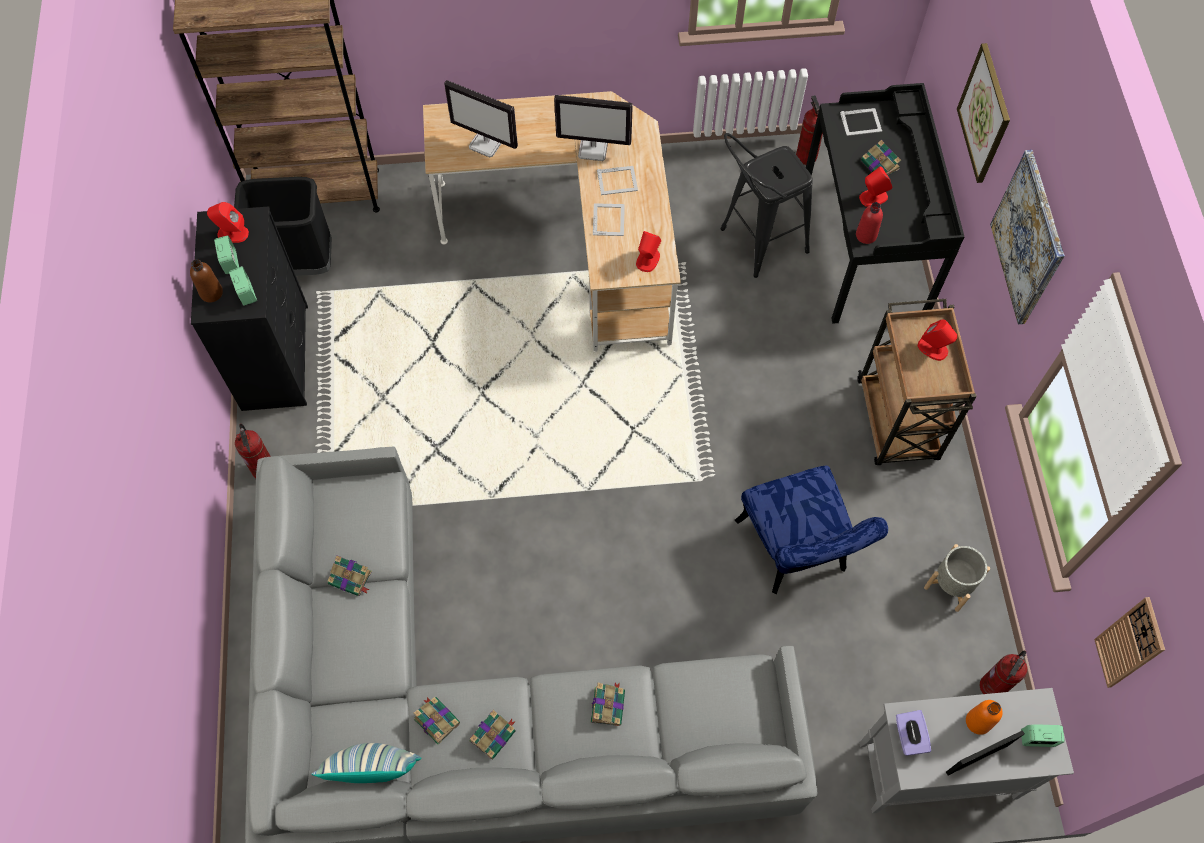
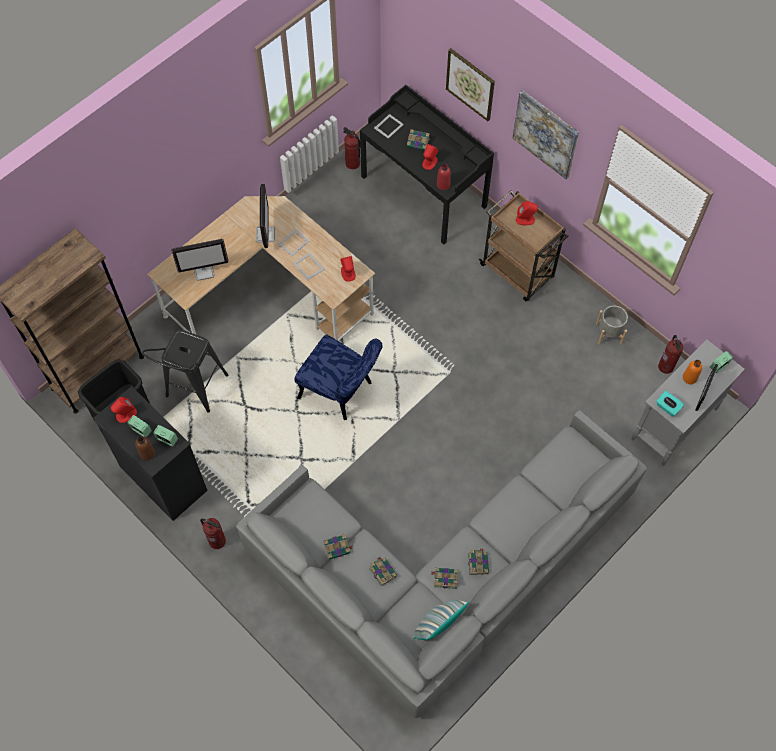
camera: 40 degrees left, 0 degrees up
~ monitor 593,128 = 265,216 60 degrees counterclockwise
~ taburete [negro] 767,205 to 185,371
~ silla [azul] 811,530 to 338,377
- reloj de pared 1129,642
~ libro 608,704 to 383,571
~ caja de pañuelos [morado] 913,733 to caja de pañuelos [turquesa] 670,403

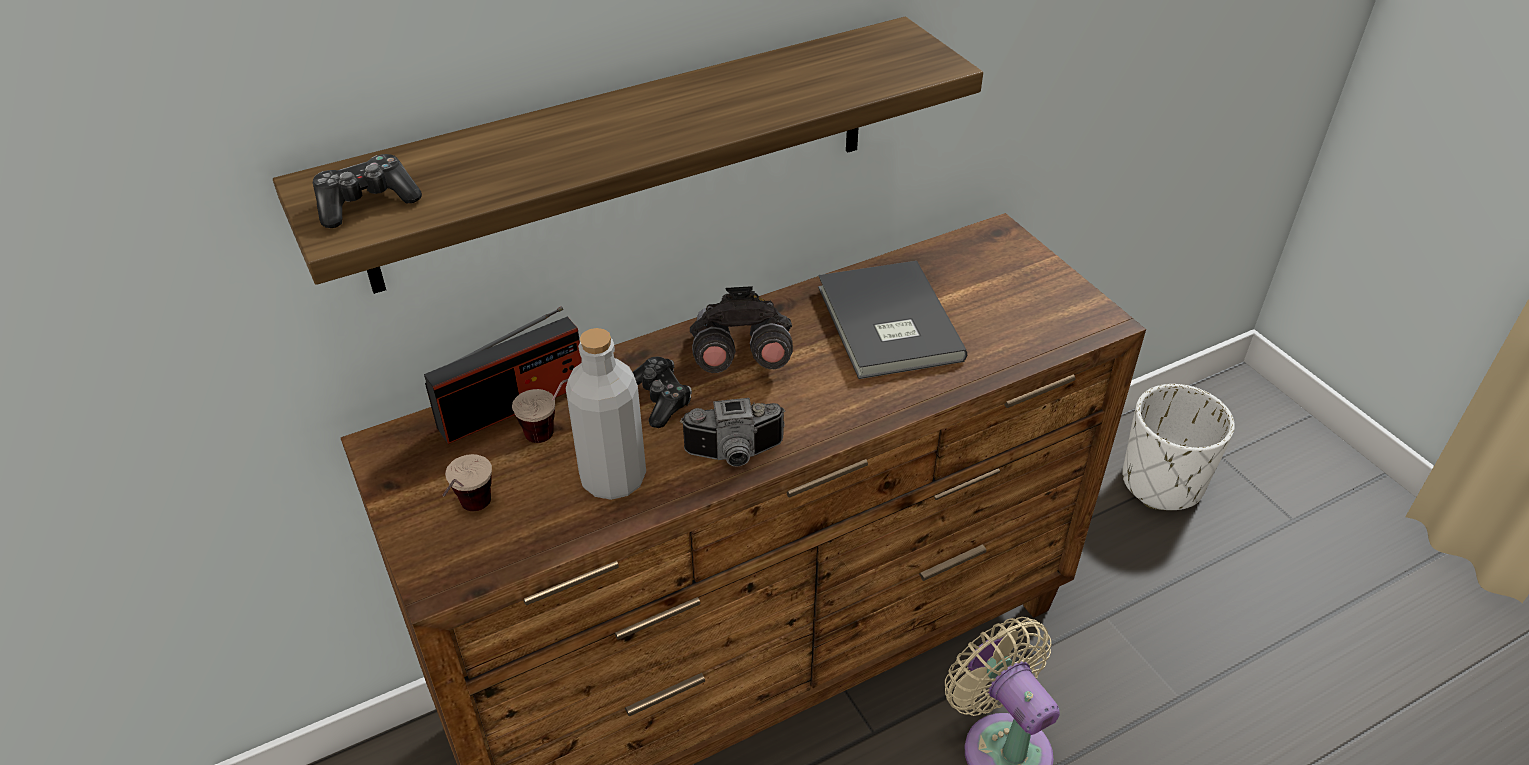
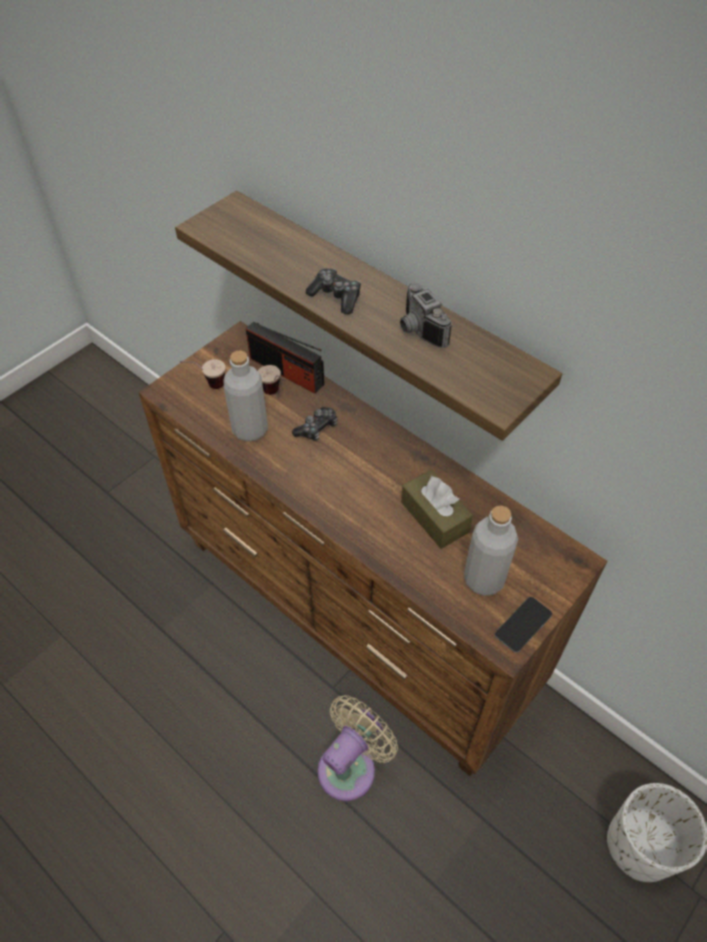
camera: 70 degrees right, 10 degrees up
~ mando de consola 367,191 to 333,291
~ libro [gris] 892,320 to caja de pañuelos [marrón] 437,509
- prismáticos [gris] 741,329
~ cámara 732,432 to 426,315
+ botella [gris] 491,550
+ móvil 523,624

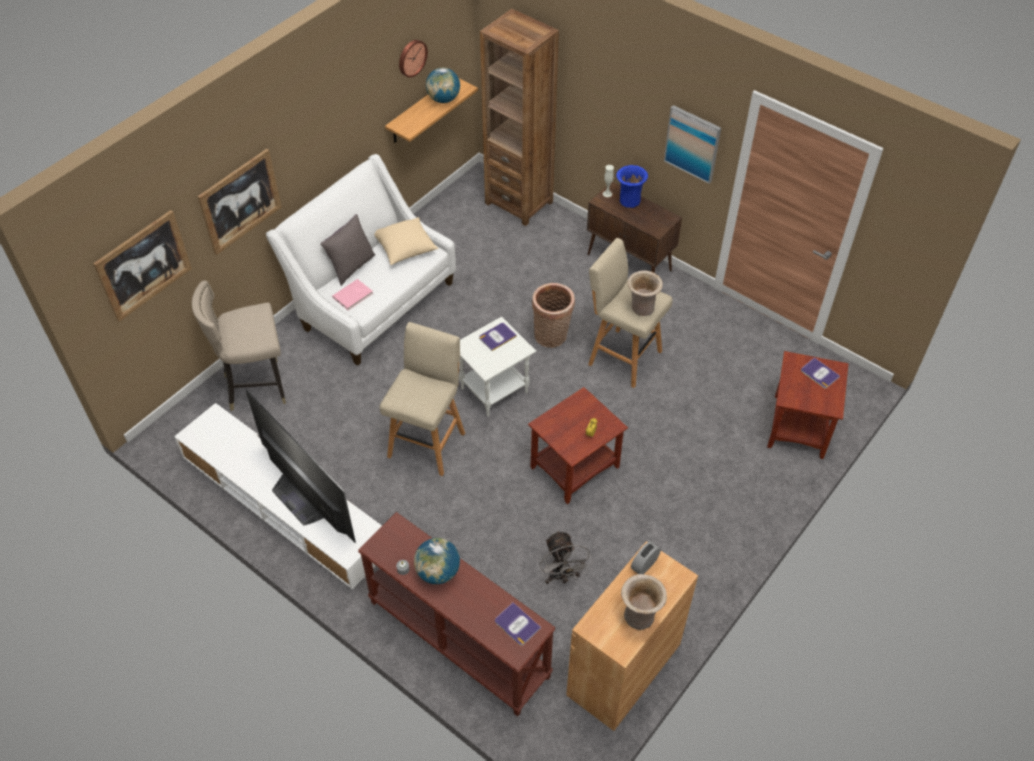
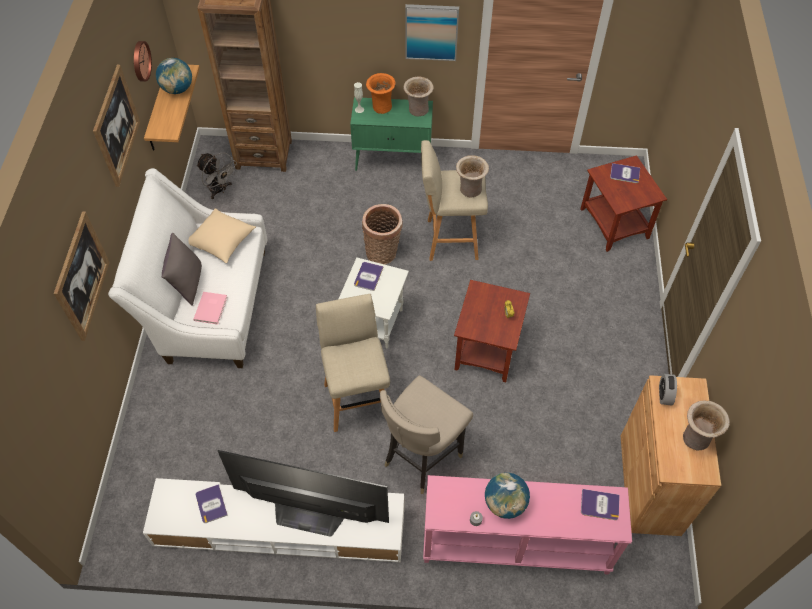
camera: 35 degrees left, 5 degrees up
~ florero [azul] 632,186 to florero [naranja] 381,93
~ armario [marrón] 634,227 to armario [verde] 391,134
~ cuadro 142,266 to 116,126
~ taburete [beis] 239,345 to 426,434
~ mesa consola [marrón] 456,614 to mesa consola [rosa] 527,525
~ ventilador [gris] 566,557 to 216,175
+ florero [beis] 418,96
+ libro 212,503

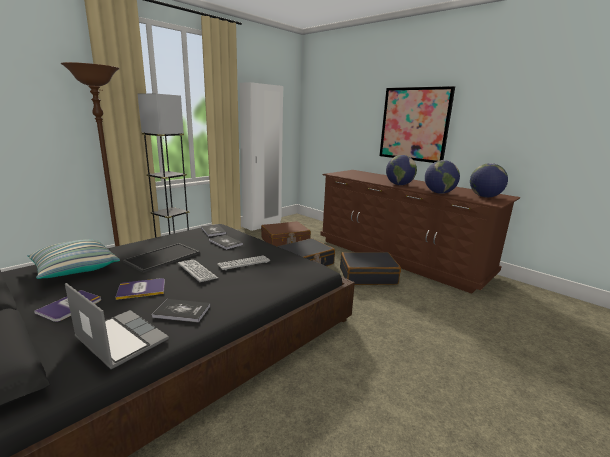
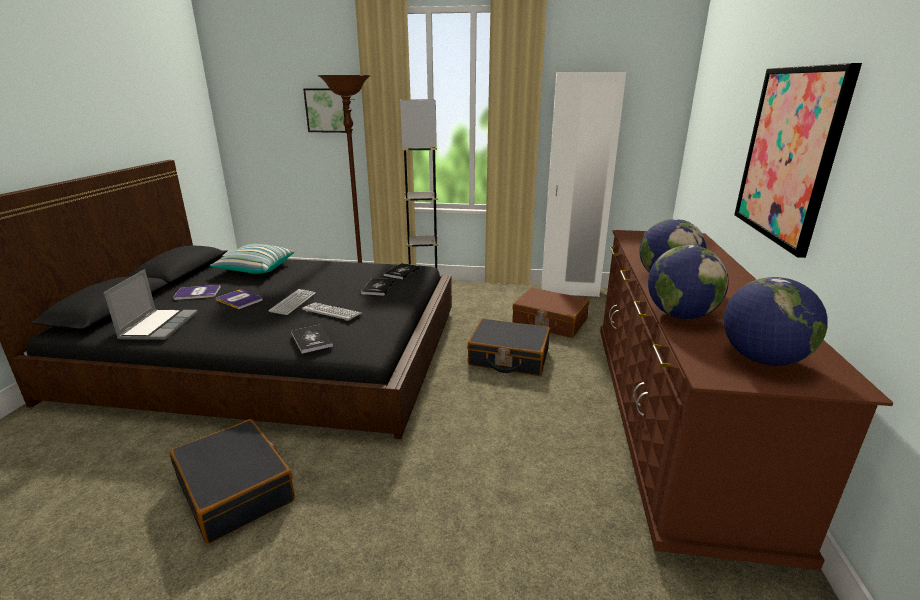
camera: 55 degrees right, 5 degrees up
- bandeja 161,258
~ maleta [negro] 370,268 to 232,481
~ libro 181,311 to 312,339
+ cuadro 324,110

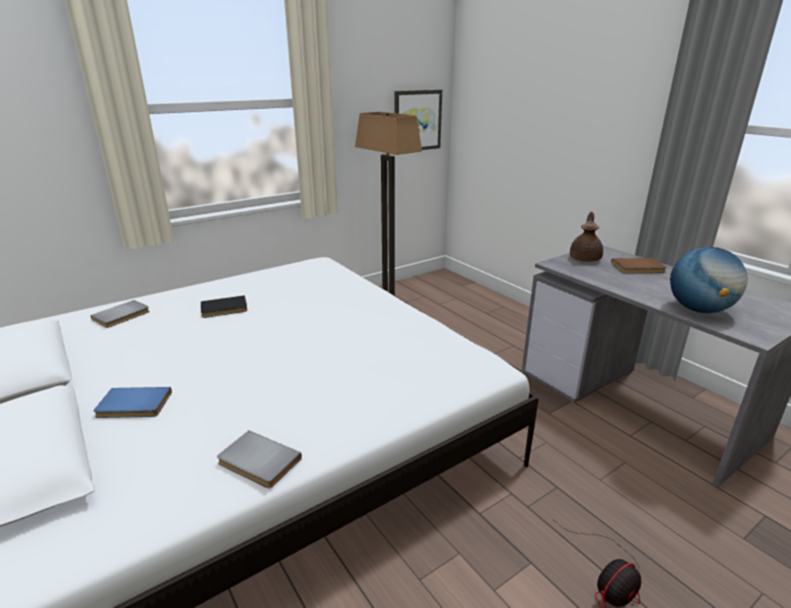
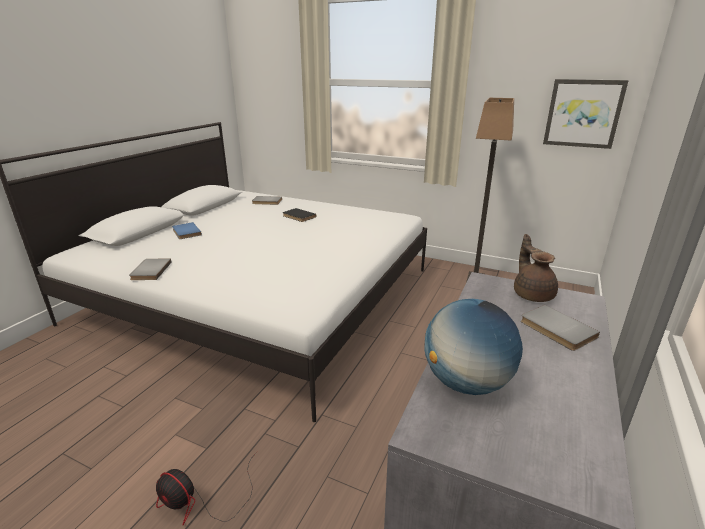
camera: 60 degrees right, 0 degrees up
~ tetera [marrón] 586,237 = 536,268 90 degrees counterclockwise
~ libro [marrón] 638,265 to libro [gris] 560,328

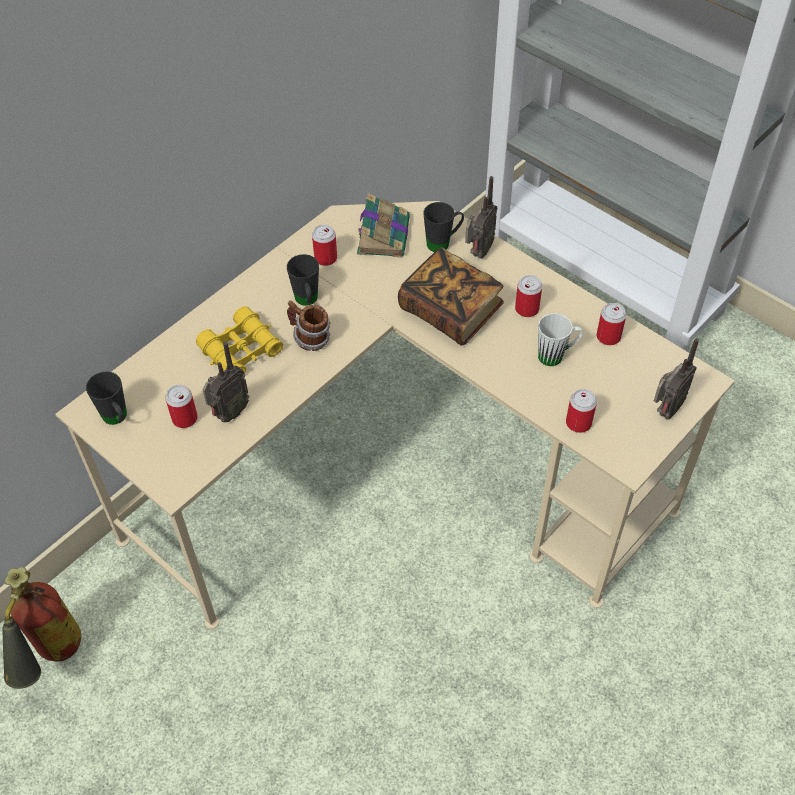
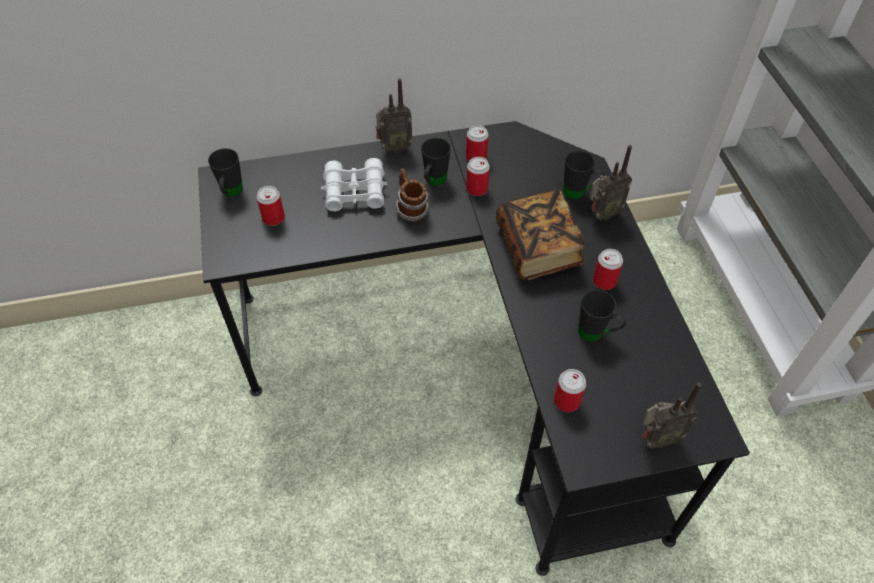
camera: 35 degrees right, 0 degrees up
- libro 383,225
~ escritorio [beis] 395,415 to escritorio [negro] 474,348
~ lata 611,324 to 478,176
~ prismáticos [amarillo] 239,340 to prismáticos [blanco] 354,184
~ taza grande [blanco] 560,339 to taza grande [negro] 602,315
~ radio 226,382 to 394,115
- extintor 41,628

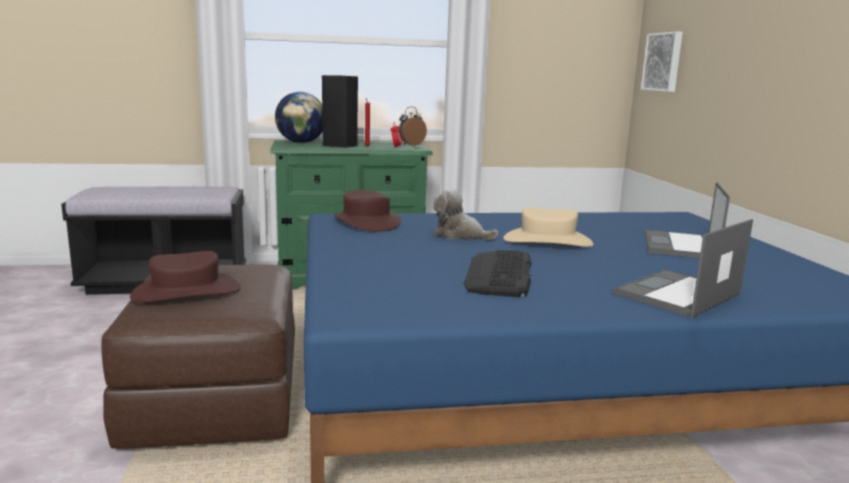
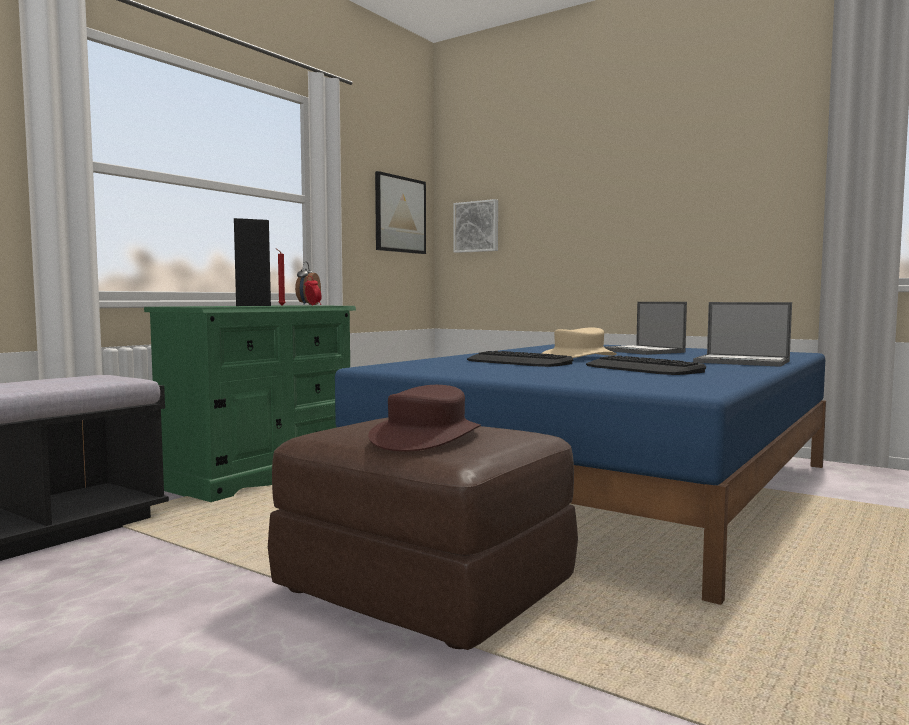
camera: 45 degrees left, 10 degrees down
- globo terráqueo 299,117
~ peluche 465,214 to teclado 520,359
- sombrero [marrón] 367,211
~ portátil 683,268 = 742,334 60 degrees counterclockwise
+ cuadro 400,212

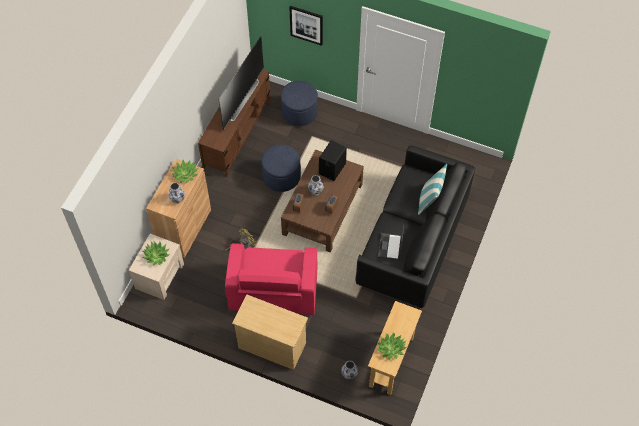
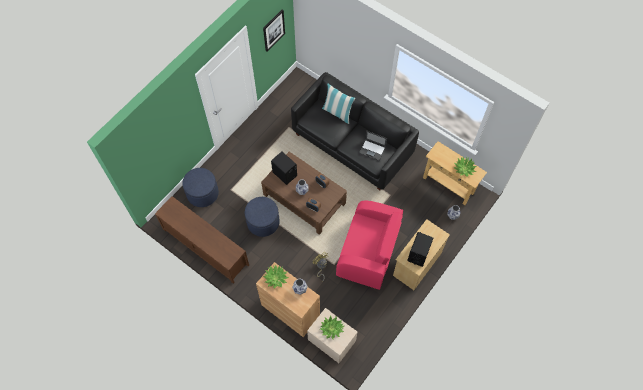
camera: 75 degrees left, 5 degrees up
~ cuadro 306,26 to 274,30
- televisor 241,83
+ altavoz [negro] 420,249

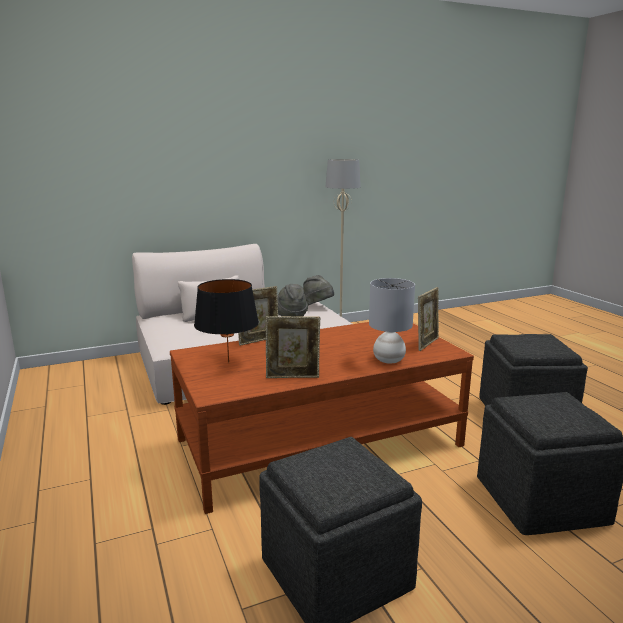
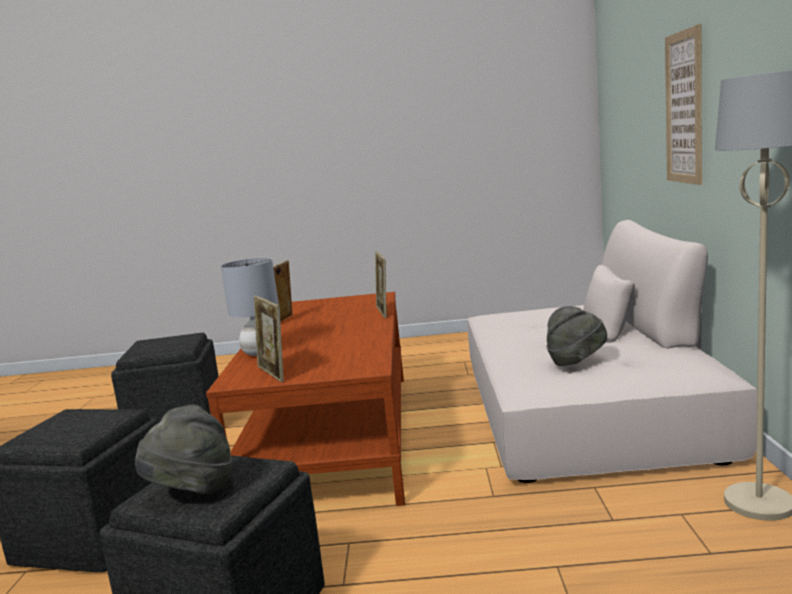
camera: 115 degrees right, 5 degrees down
~ sombrero [gris] 318,290 to 184,449
- lámpara de mesa [negro] 226,321
+ cuadro 683,104

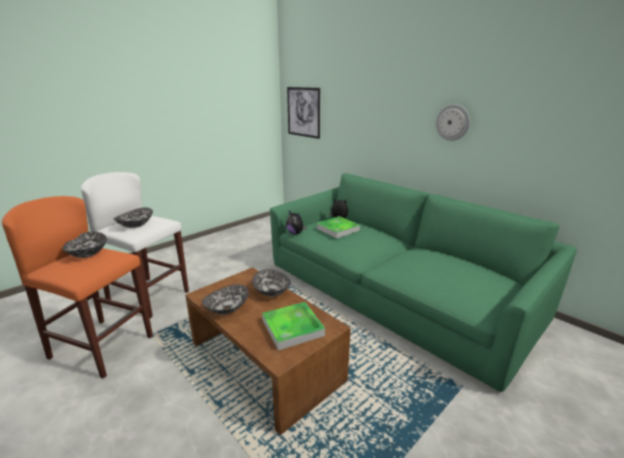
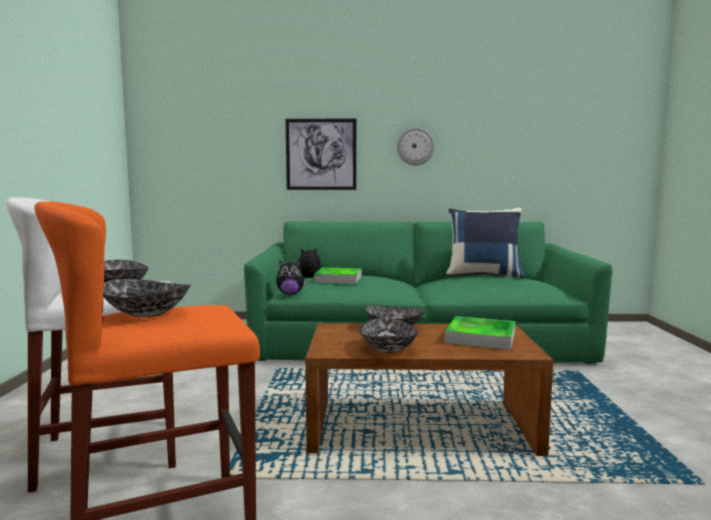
camera: 45 degrees left, 15 degrees down
~ cuadro 303,113 to 321,154
+ cojín [azul] 485,243

